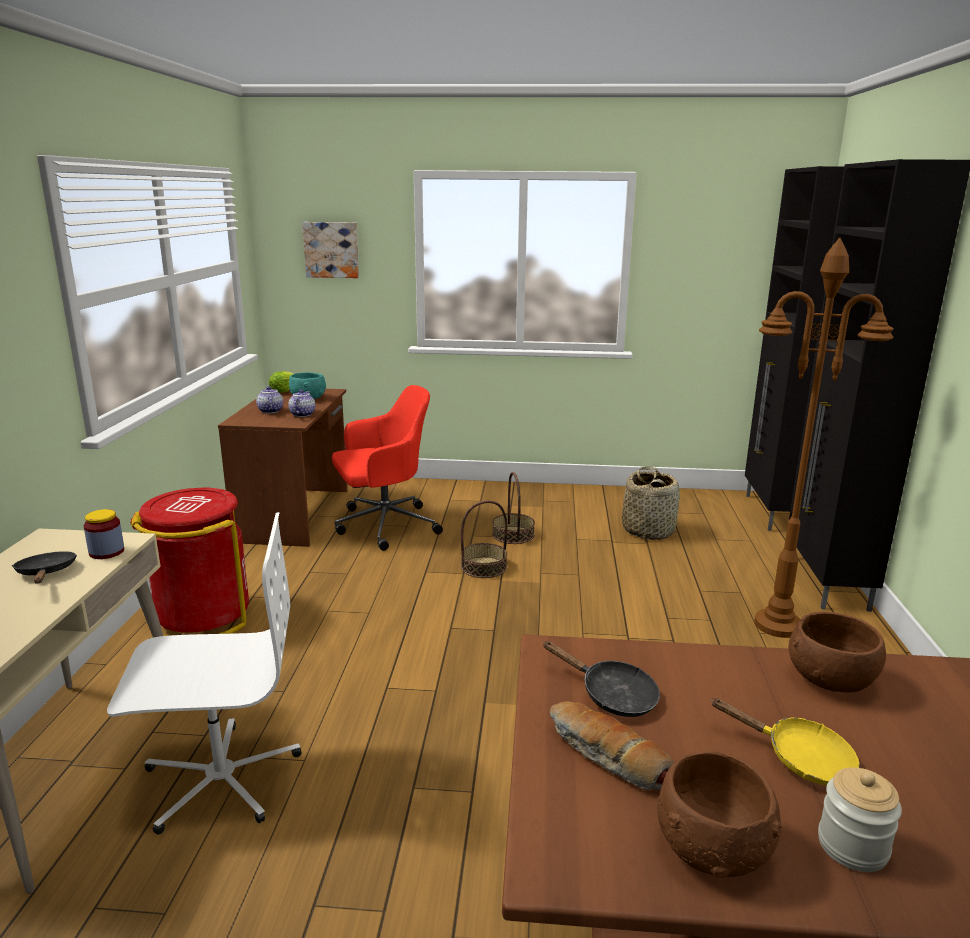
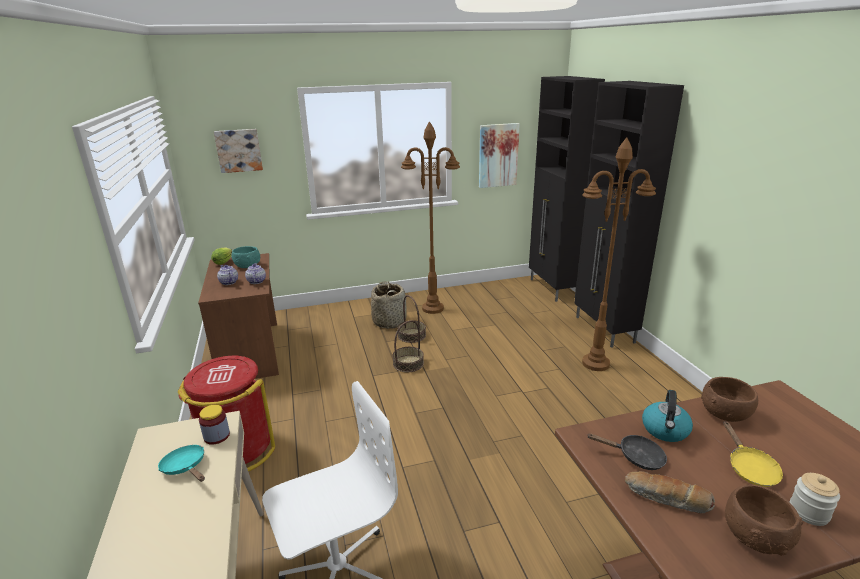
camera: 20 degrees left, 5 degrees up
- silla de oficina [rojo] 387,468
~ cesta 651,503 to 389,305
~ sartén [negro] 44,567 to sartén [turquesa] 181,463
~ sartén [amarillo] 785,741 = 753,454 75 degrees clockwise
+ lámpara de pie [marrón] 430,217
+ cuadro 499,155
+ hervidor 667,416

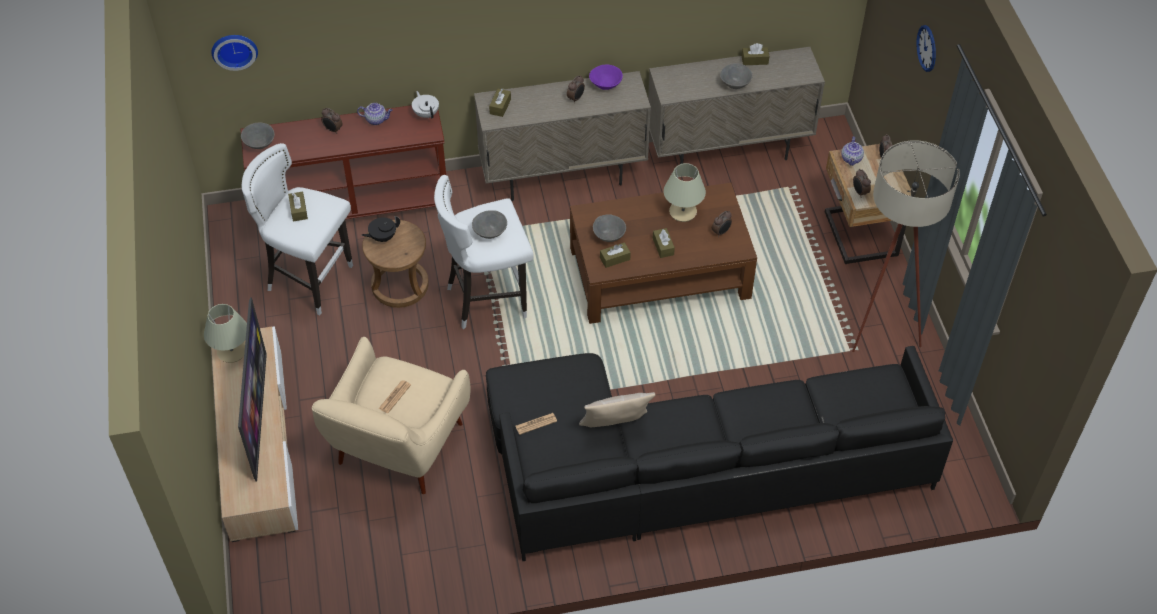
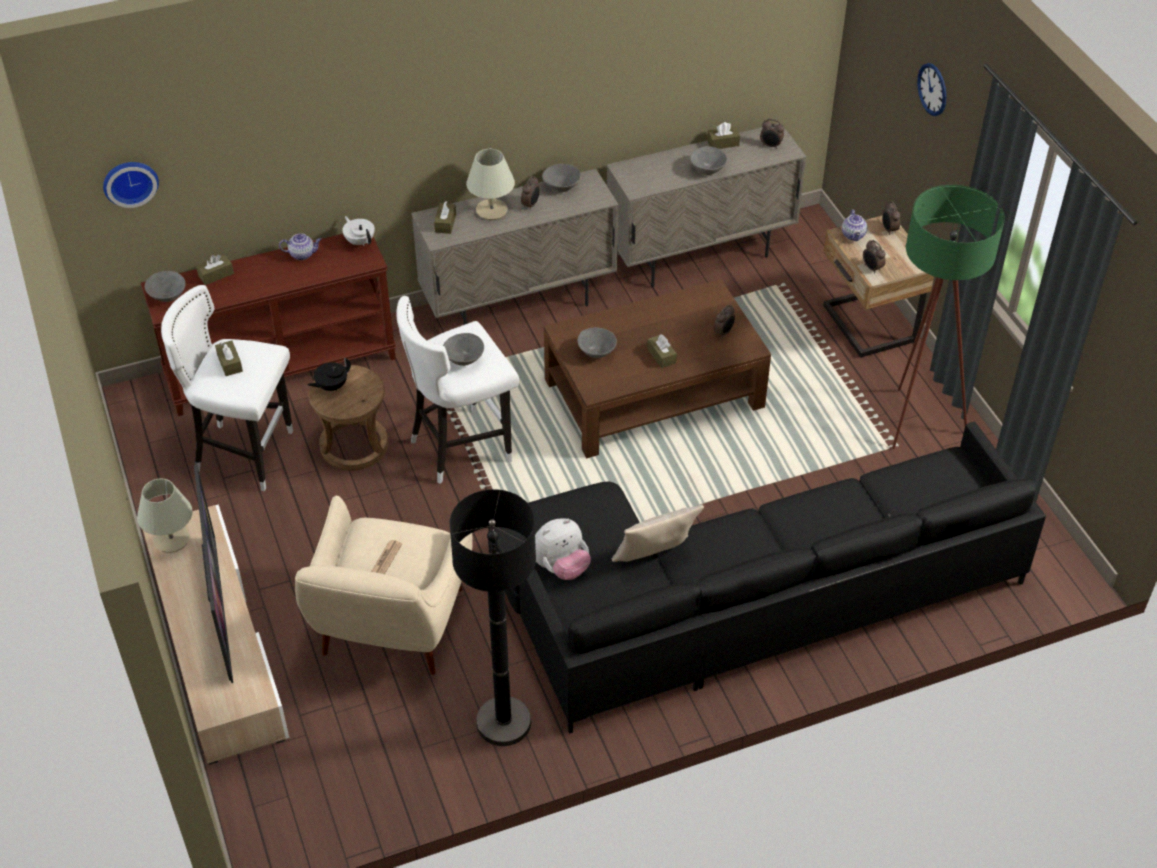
camera: 10 degrees left, 5 degrees down
~ cuenco [morado] 606,77 to cuenco [gris] 561,178
~ despertador 332,121 to 772,134
~ lámpara de pie [beis] 906,246 to lámpara de pie [verde] 948,317
~ lámpara de mesa [beis] 684,192 to 490,184
~ caja de pañuelos [marrón] 615,255 to 215,269
~ periódico 536,424 to peluche 563,549
+ lámpara de pie [negro] 493,617

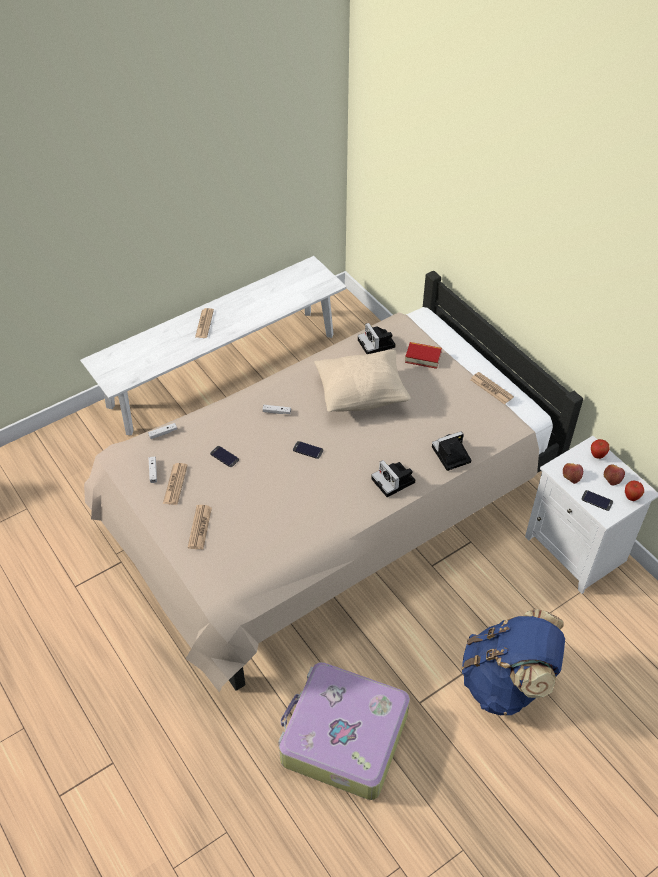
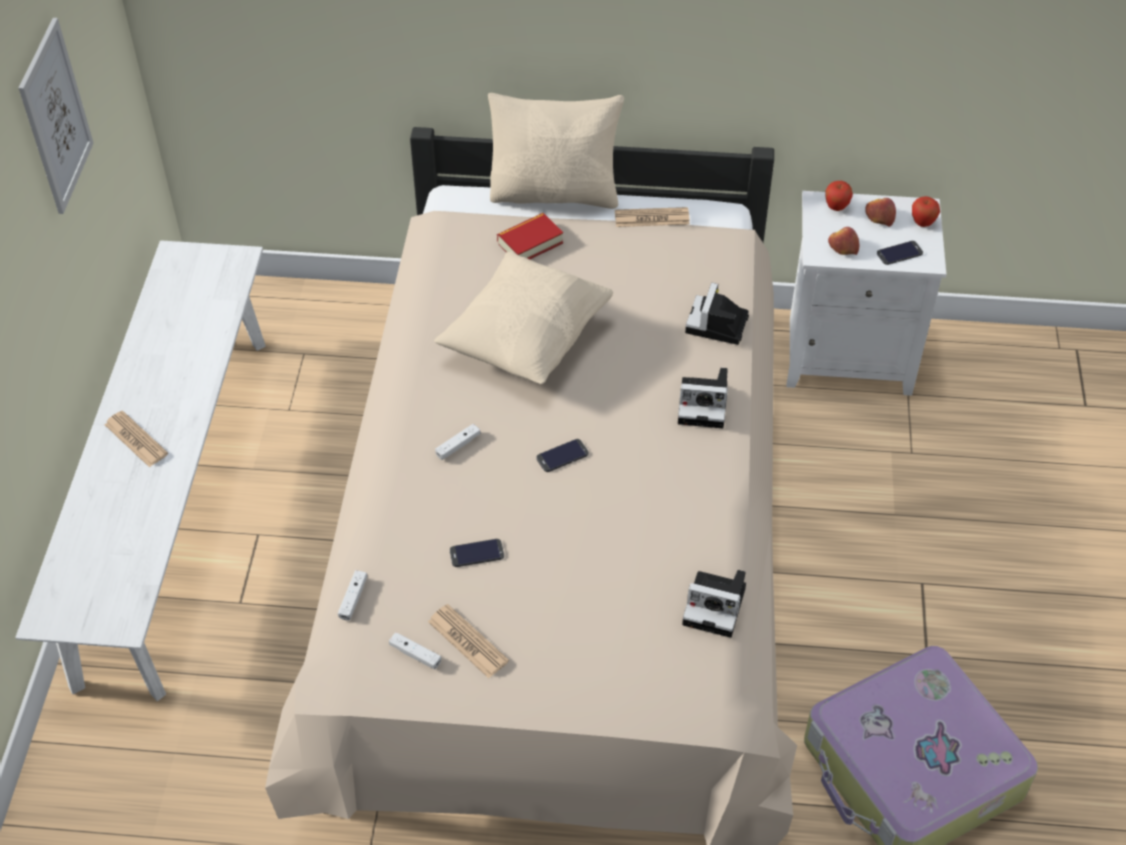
camera: 50 degrees left, 0 degrees up
~ cámara 377,338 to 714,604
- periódico 200,527
- mochila [azul] 513,662
+ cuadro 56,116
+ cojín [beis] 556,151

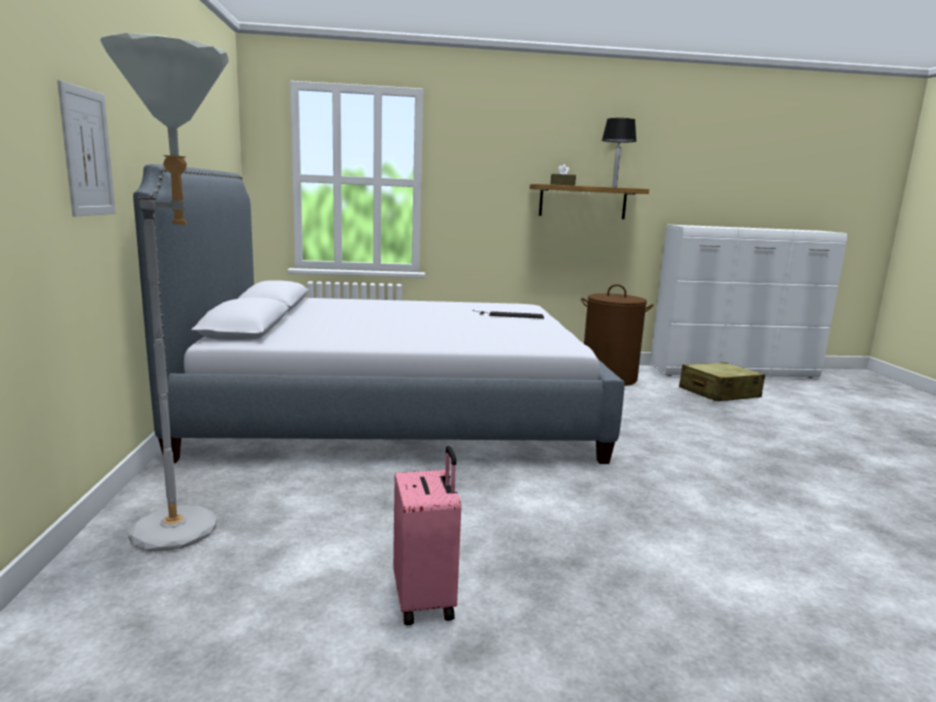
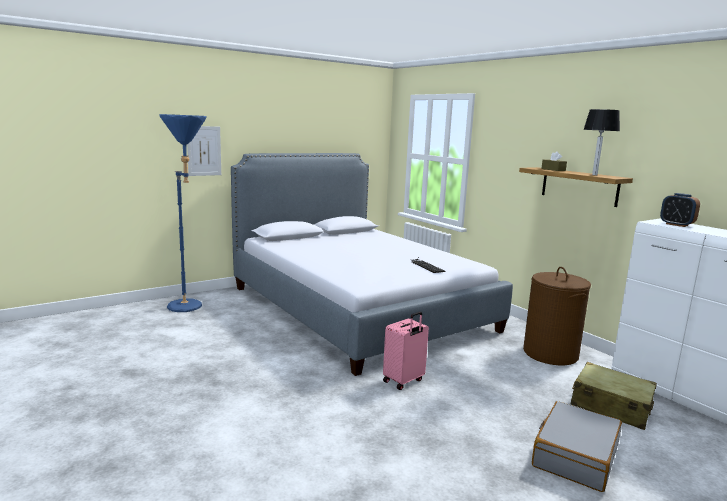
camera: 60 degrees right, 0 degrees up
~ lámpara de pie [gris] 164,292 to lámpara de pie [azul] 183,213
~ maleta [rosa] 427,536 to 406,351
+ despertador 680,210
+ maleta [gris] 577,446

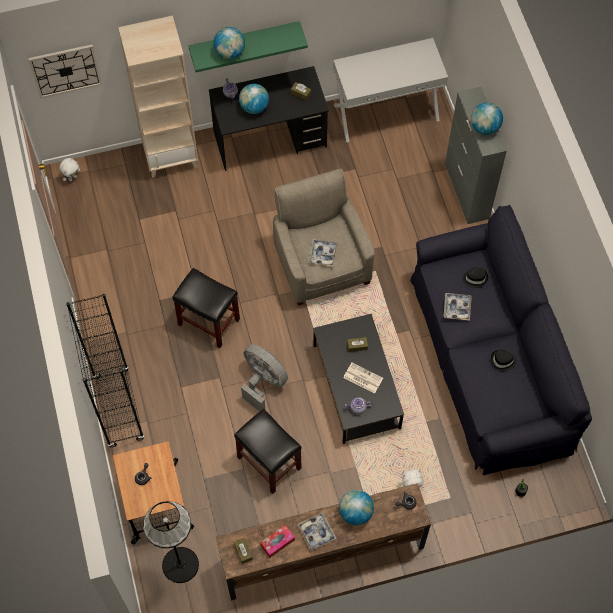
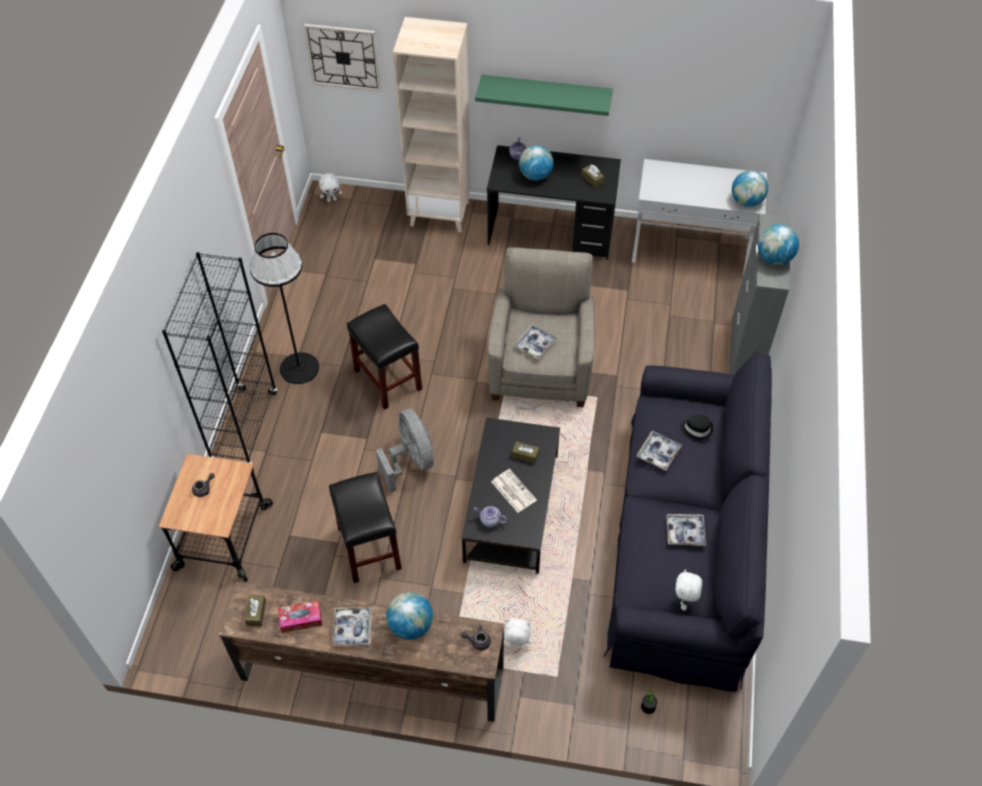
camera: 25 degrees right, 10 degrees down
~ globo terráqueo 229,43 to 750,188
~ sombrero [negro] 504,360 to bandeja 686,530
~ lámpara de pie [negro] 171,542 to 284,308
+ peluche [blanco] 688,590

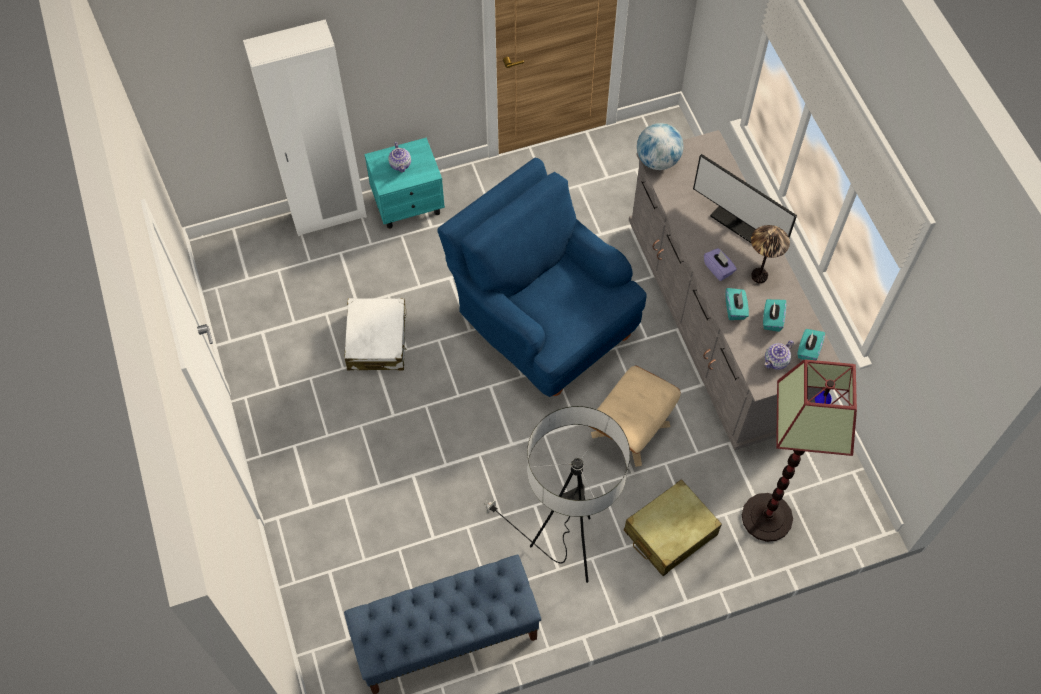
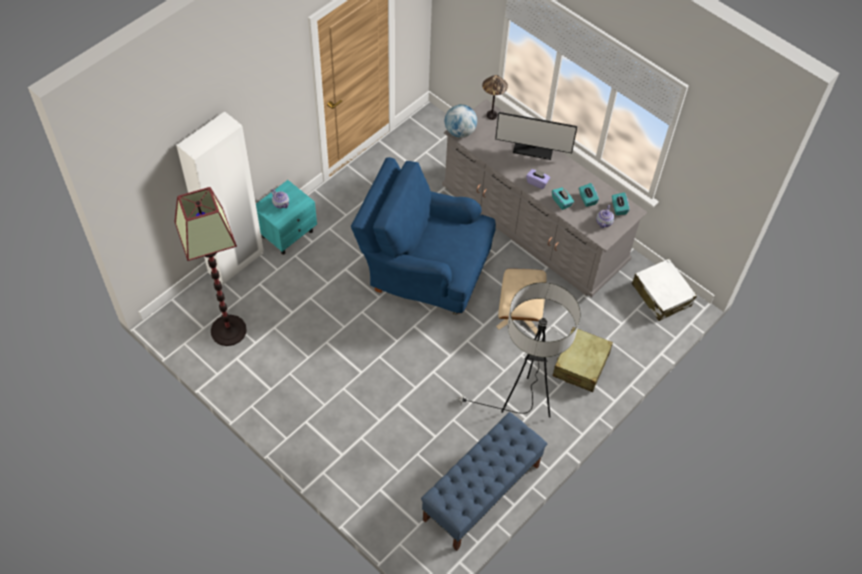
camera: 30 degrees left, 5 degrees down
~ lámpara de mesa 770,254 to 495,97
~ maleta [blanco] 375,334 to 664,290
~ lámpara de pie 799,451 to 210,266

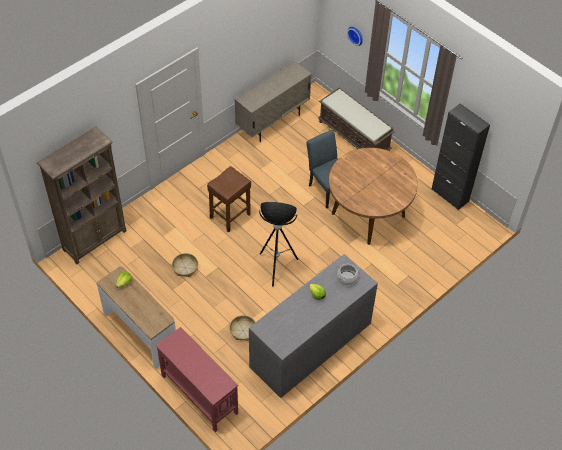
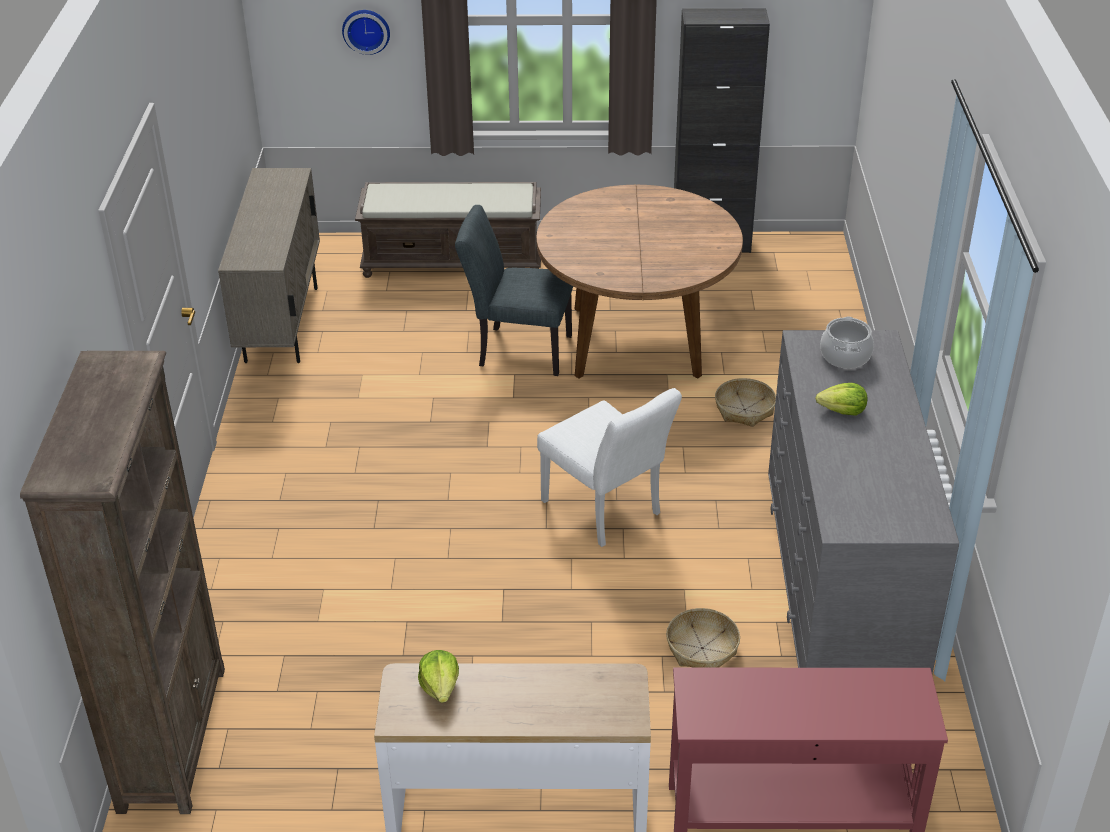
camera: 45 degrees left, 15 degrees down
- taburete [marrón] 229,199
~ lámpara de pie 278,244 to silla [blanco] 609,467
~ cesta 185,265 to 745,402

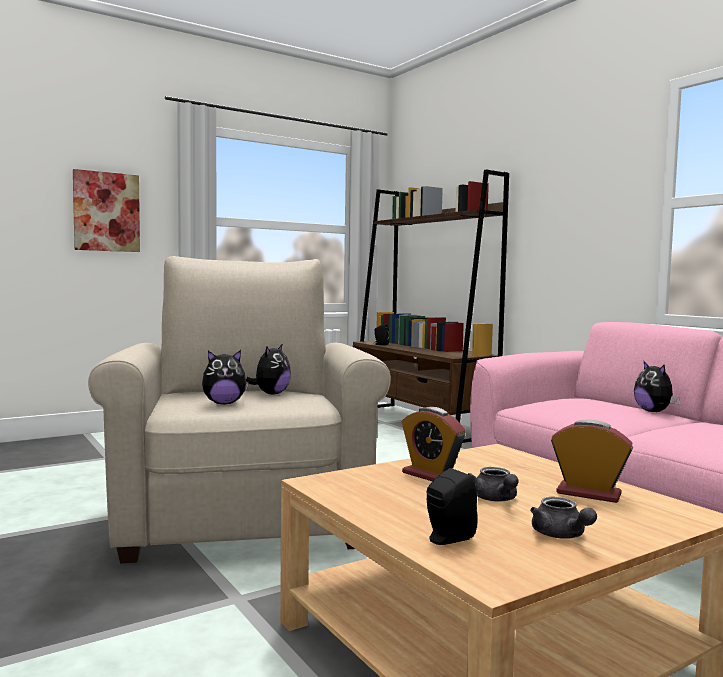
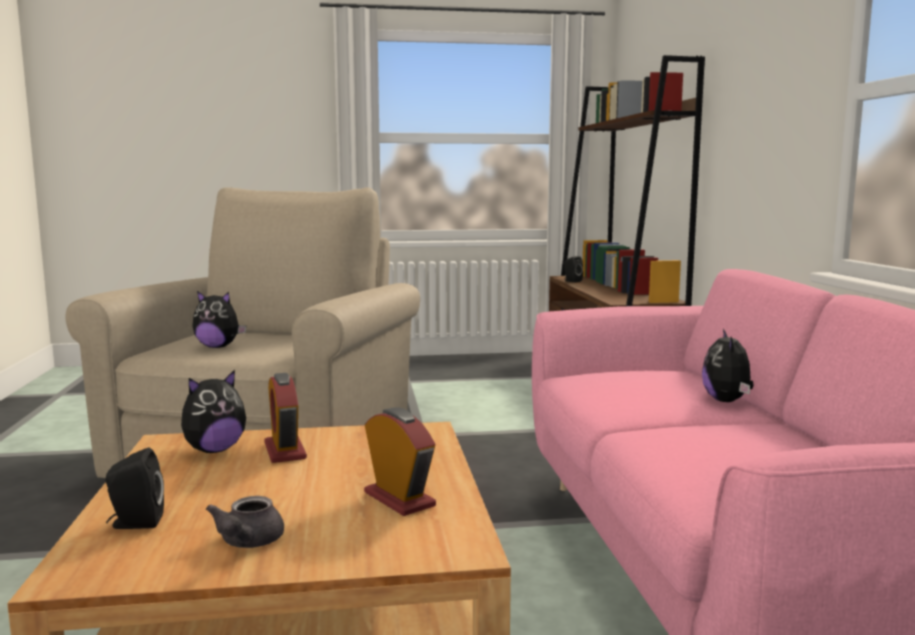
camera: 25 degrees right, 5 degrees up
- cuadro 106,210
~ peluche 268,369 to 213,411
- tetera [gris] 493,484

